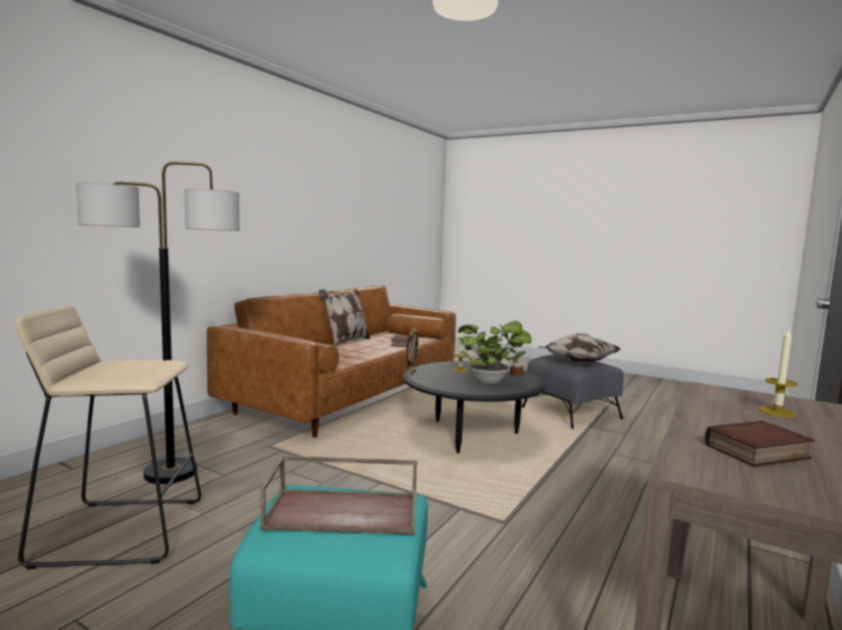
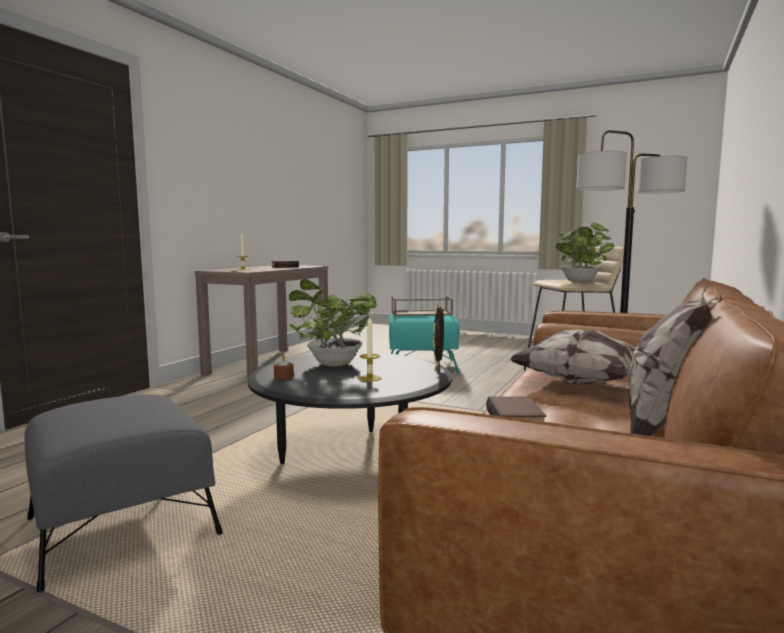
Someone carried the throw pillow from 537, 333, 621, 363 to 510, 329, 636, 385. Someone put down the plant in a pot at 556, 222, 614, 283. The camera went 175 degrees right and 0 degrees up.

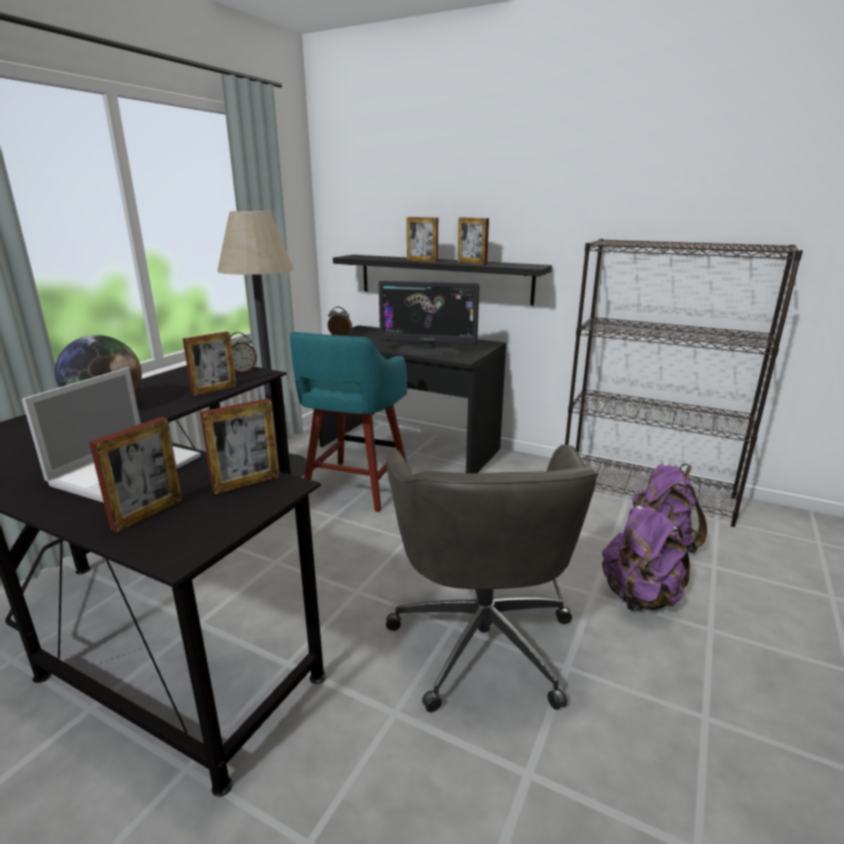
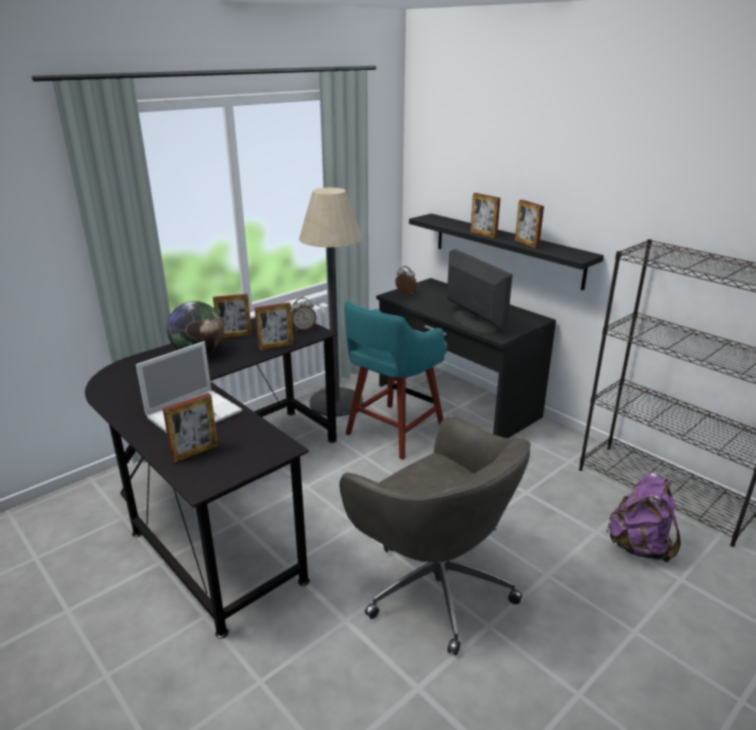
Someone carried the photo frame from 200, 398, 280, 495 to 213, 294, 252, 338. Someone rotated the computer screen at 378, 281, 480, 356 by 150 degrees counterclockwise. Someone rotated the greyish office chair at 386, 444, 598, 712 by 60 degrees counterclockwise. Someone took away the purplish backpack at 602, 503, 690, 611. The camera went 20 degrees right and 5 degrees up.

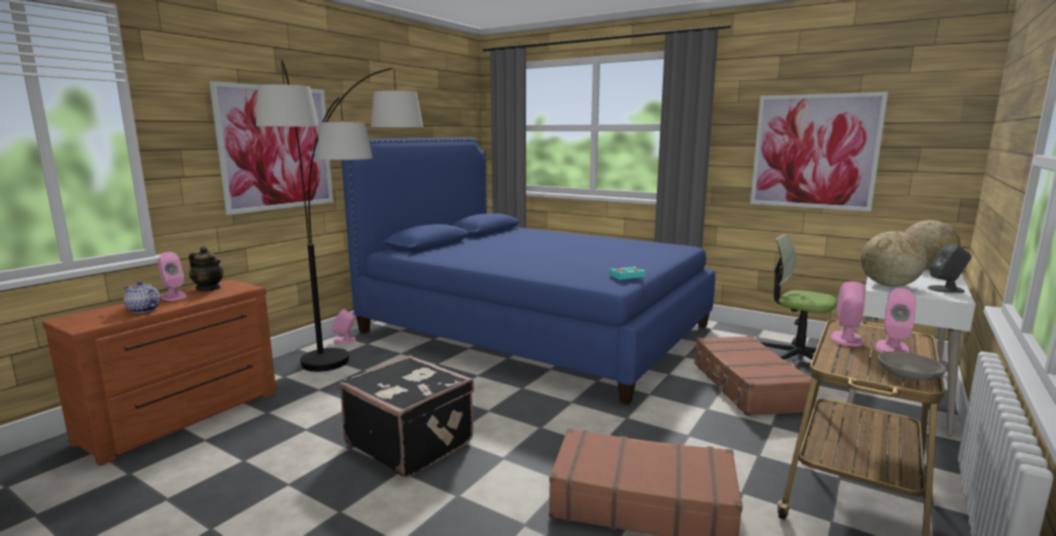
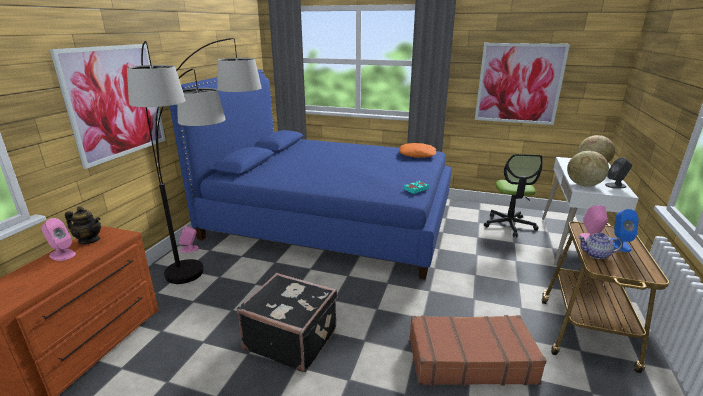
Someone carried the pot for tea from 123, 281, 160, 313 to 578, 232, 623, 259. Someone took away the brownish travel case at 694, 335, 812, 416. Someone rotated the office chair at 761, 234, 838, 360 by 105 degrees counterclockwise. Someone repainted the pinkish speaker at 876, 288, 916, 353, which became the blue speaker at 611, 209, 639, 252. Someone took away the greyish deep dish at 878, 351, 946, 380. Someone put down the orange throw pillow at 399, 143, 436, 158. The camera went 15 degrees left and 10 degrees up.

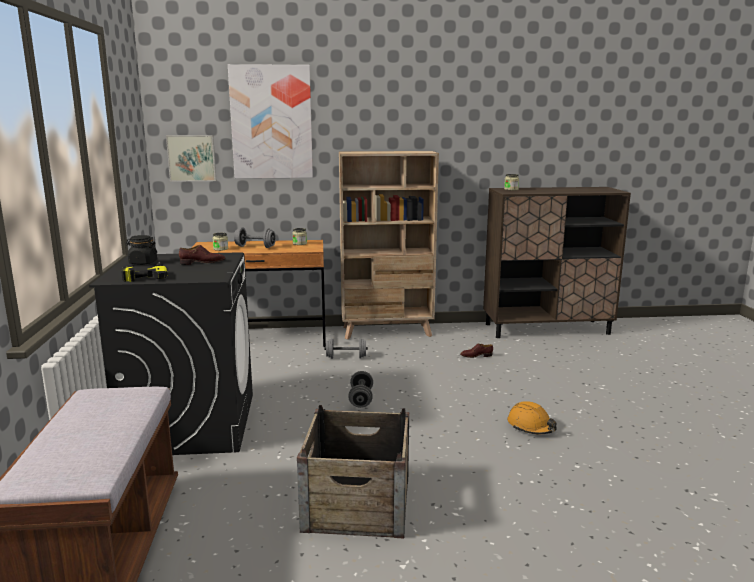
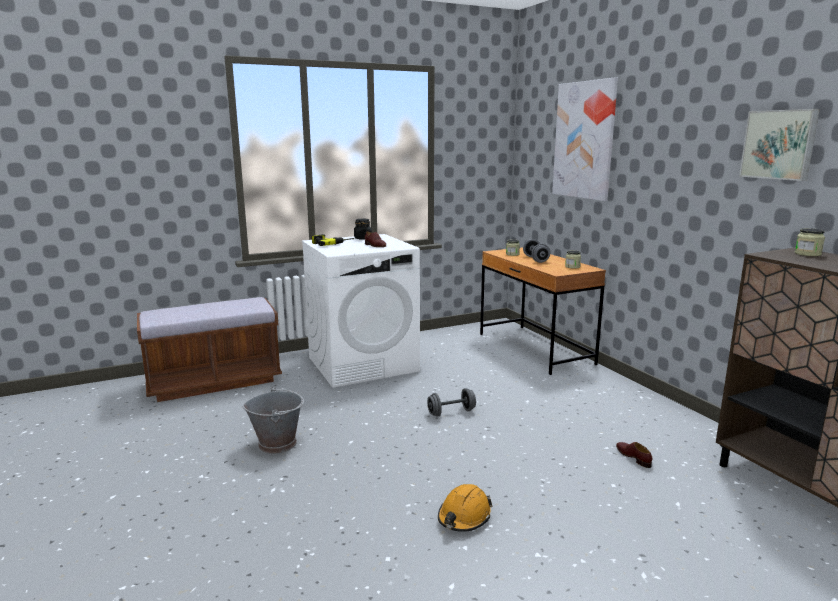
Someone repainted the black-coloured laundry appliance at 89, 252, 253, 455, which became the white-coloured laundry appliance at 302, 234, 420, 388. Someone carried the picture from 166, 135, 217, 182 to 739, 109, 820, 181. Someone swapped the shipping crate at 297, 405, 409, 538 for the greyish water bucket at 242, 386, 304, 454. Someone took away the greyish free weight at 324, 338, 368, 359. Someone took away the sand-coloured shelving unit at 339, 151, 439, 339. The camera went 70 degrees right and 0 degrees up.

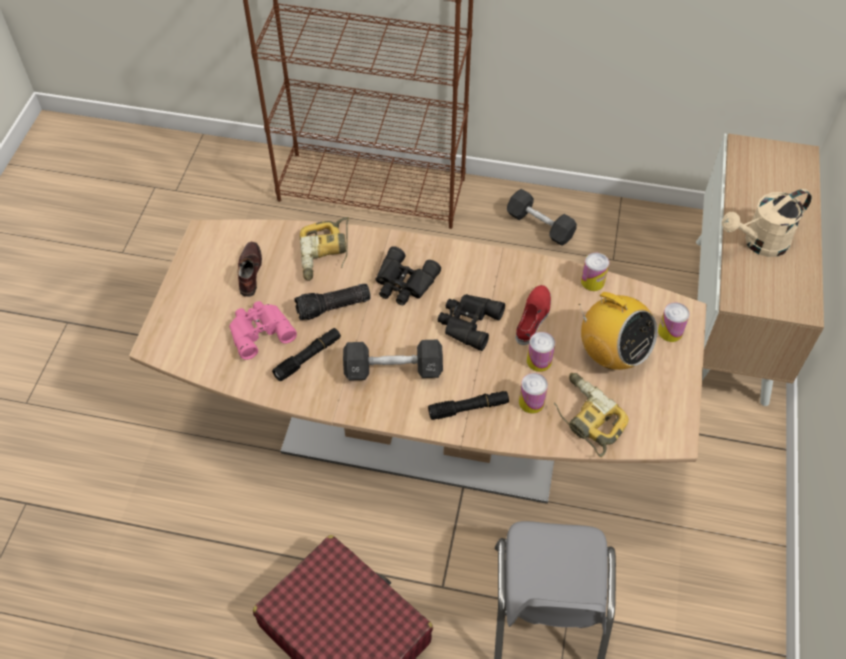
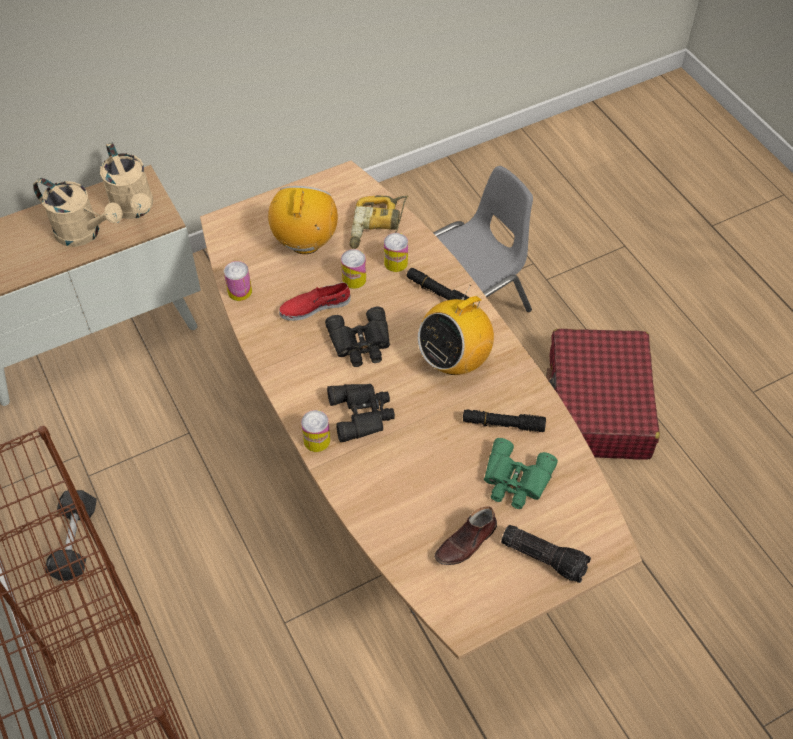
Someone repainted the pinkish pair of binoculars at 229, 301, 297, 360, which became the green pair of binoculars at 484, 438, 558, 509. Someone carried the hand torch from 294, 284, 371, 320 to 501, 525, 591, 583. Someone took away the power drill at 299, 217, 349, 281. Someone swapped the black-coloured free weight at 343, 339, 443, 381 for the radio receiver at 418, 285, 494, 375. Someone carried the sealed can from 658, 303, 690, 342 to 301, 410, 330, 452. Someone put down the sand-coloured watering can at 100, 143, 153, 219. The camera went 130 degrees left and 0 degrees up.

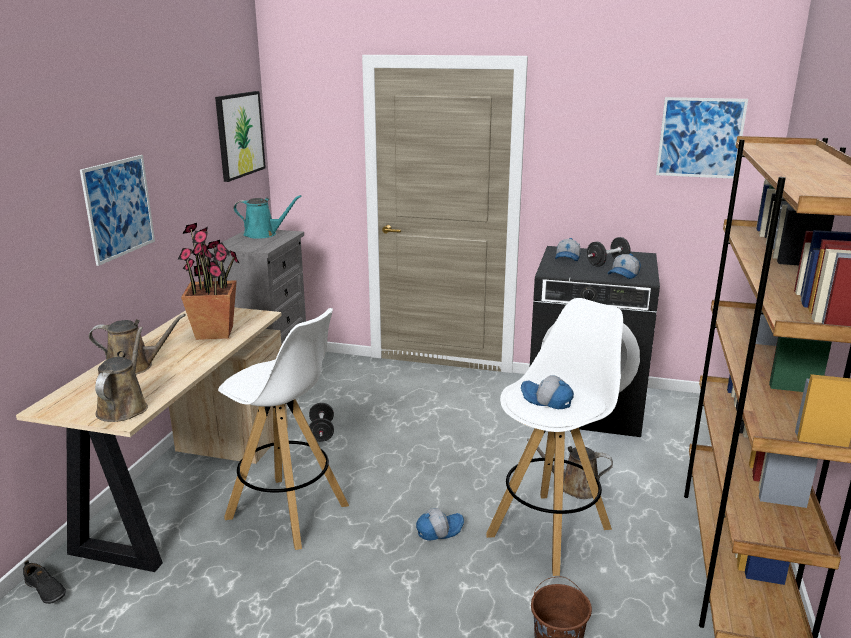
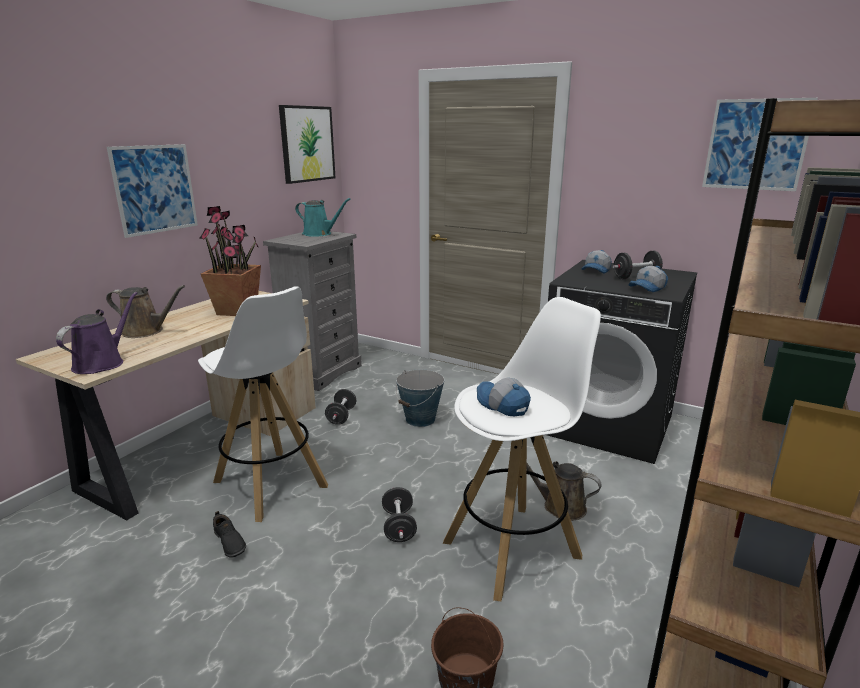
Someone carried the black-coloured low shoe from 23, 560, 66, 604 to 213, 511, 246, 558. Someone repainted the brownish watering can at 95, 327, 148, 422, which became the purplish watering can at 56, 292, 137, 374. Someone swapped the baseball cap at 416, 508, 464, 541 for the black-coloured free weight at 382, 487, 417, 542. Someone put down the water bucket at 396, 370, 444, 427. The camera went 15 degrees right and 0 degrees up.

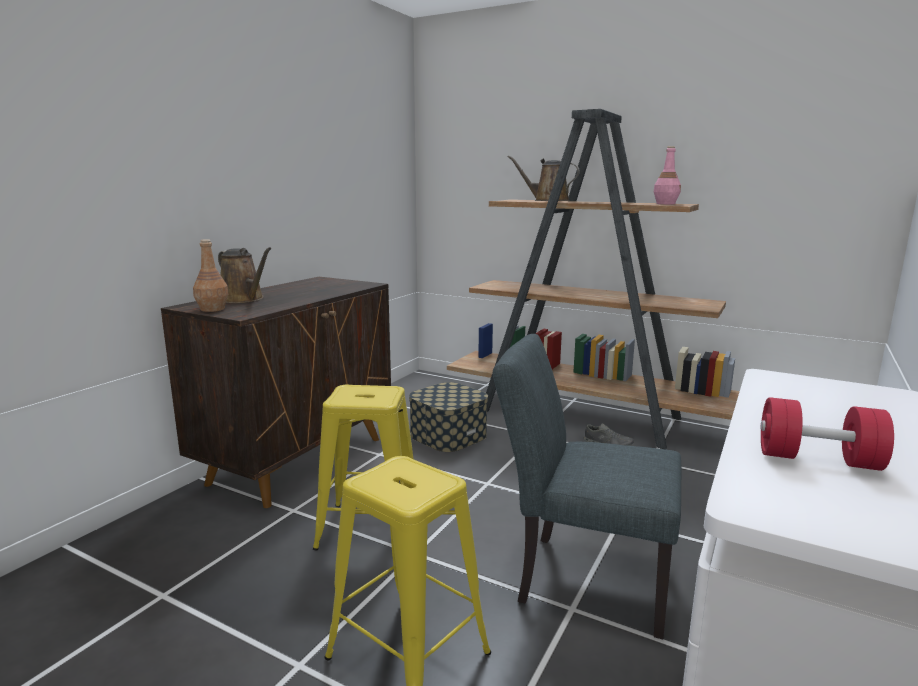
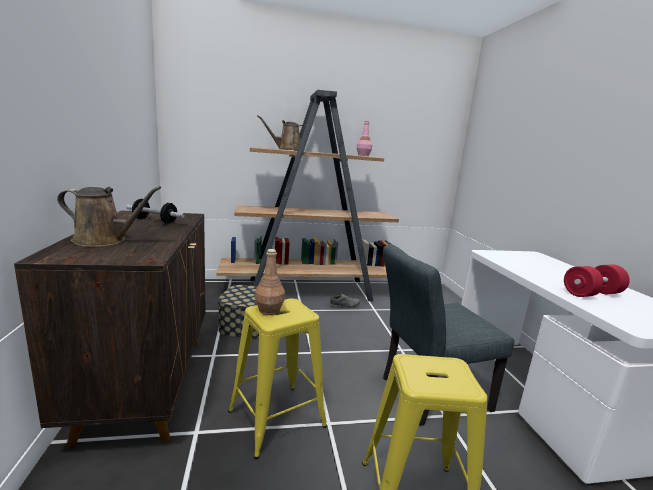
Someone carried the brownish drink bottle from 193, 239, 229, 312 to 255, 249, 285, 315. Someone put down the free weight at 126, 199, 185, 224. The camera went 40 degrees left and 0 degrees up.

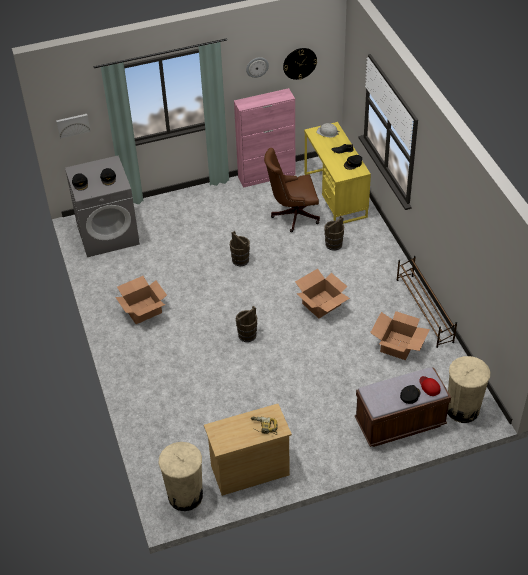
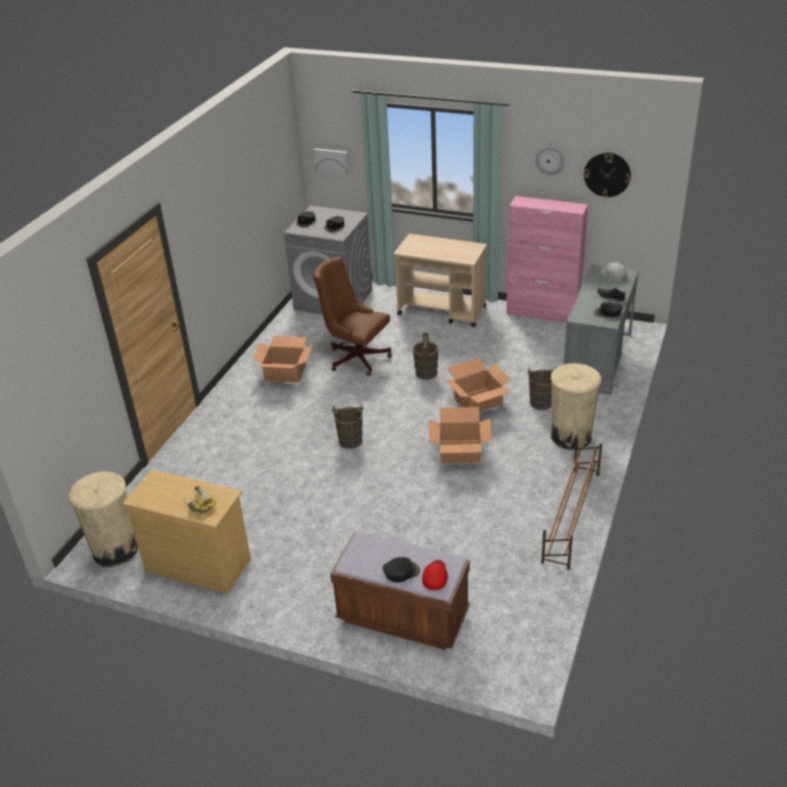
Someone carried the brownish office chair from 264, 148, 320, 232 to 313, 257, 392, 376. Someone repainted the yellowish desk unit at 304, 122, 371, 224, which became the greyish desk unit at 564, 264, 639, 395. Someone carried the packing box from 370, 311, 430, 360 to 446, 357, 511, 412. Someone carried the sand-coloured trash can from 447, 356, 490, 423 to 551, 363, 601, 450. Someone put down the sand-coloured wheeled cart at 394, 234, 487, 327. The camera went 40 degrees right and 10 degrees down.

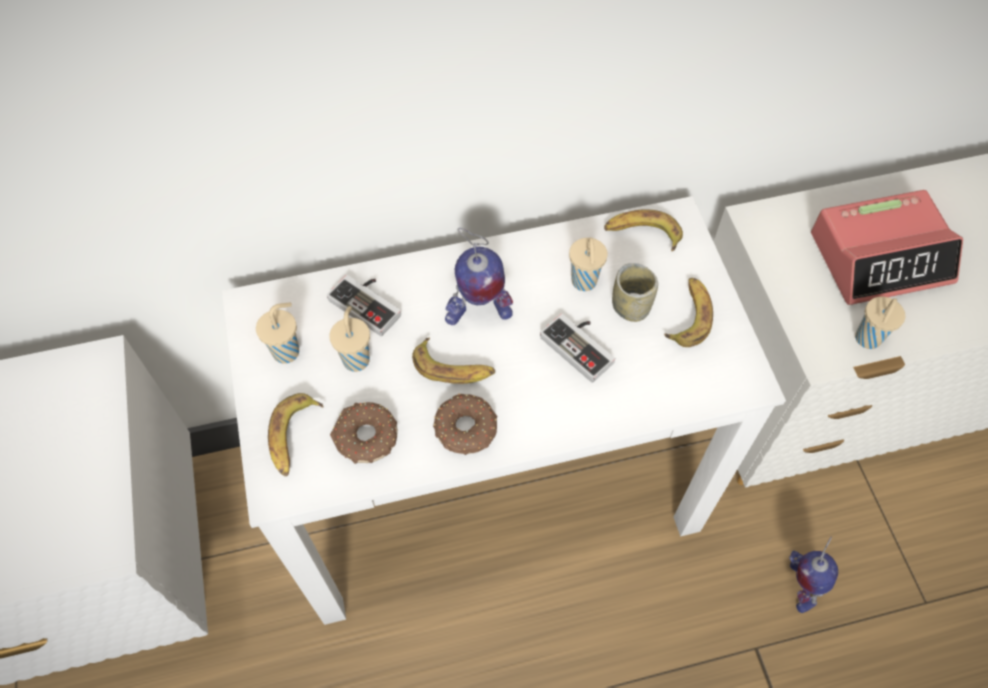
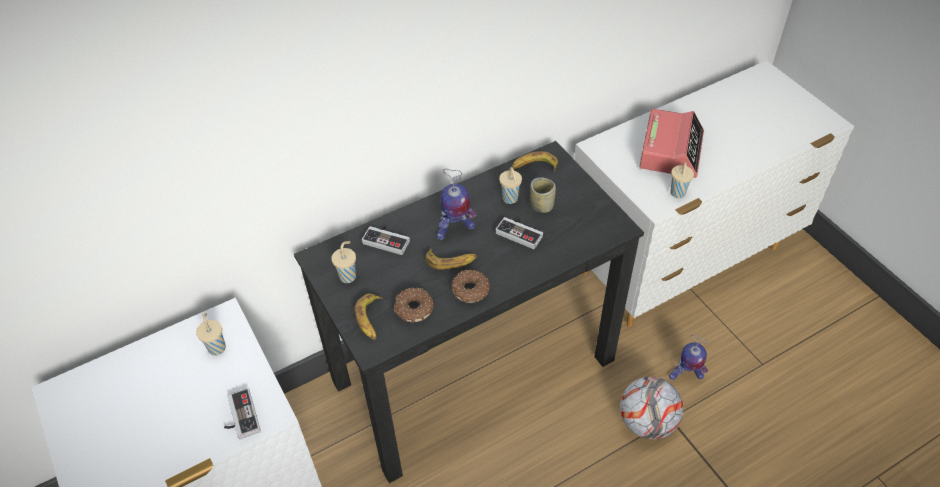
Someone repainted the white-coloured desk unit at 222, 196, 786, 625, which became the black-coloured desk unit at 294, 141, 644, 483. Someone carried the sand-coloured cup from 329, 306, 370, 372 to 196, 313, 226, 355. Someone took away the banana at 664, 278, 713, 347. Someone rotated the robot figure at 789, 536, 838, 613 by 75 degrees counterclockwise. Someone rotated the bedside clock at 811, 190, 963, 305 by 45 degrees counterclockwise. Someone put down the game controller at 224, 388, 261, 439. Someone put down the football at 620, 377, 683, 440. The camera went 15 degrees left and 10 degrees down.

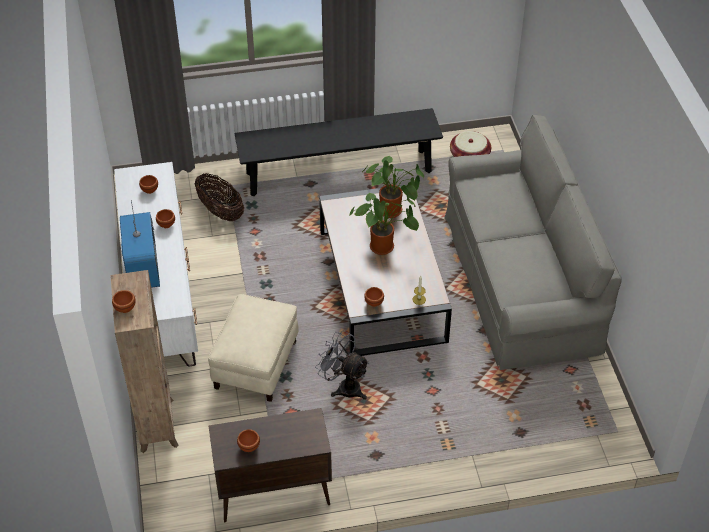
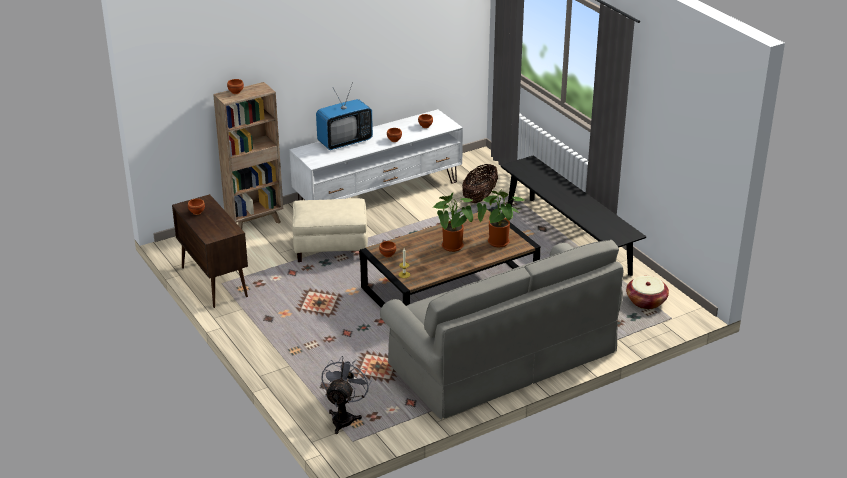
Someone carried the greyish electric fan from 315, 331, 369, 400 to 321, 356, 371, 434. The camera went 70 degrees right and 15 degrees down.

